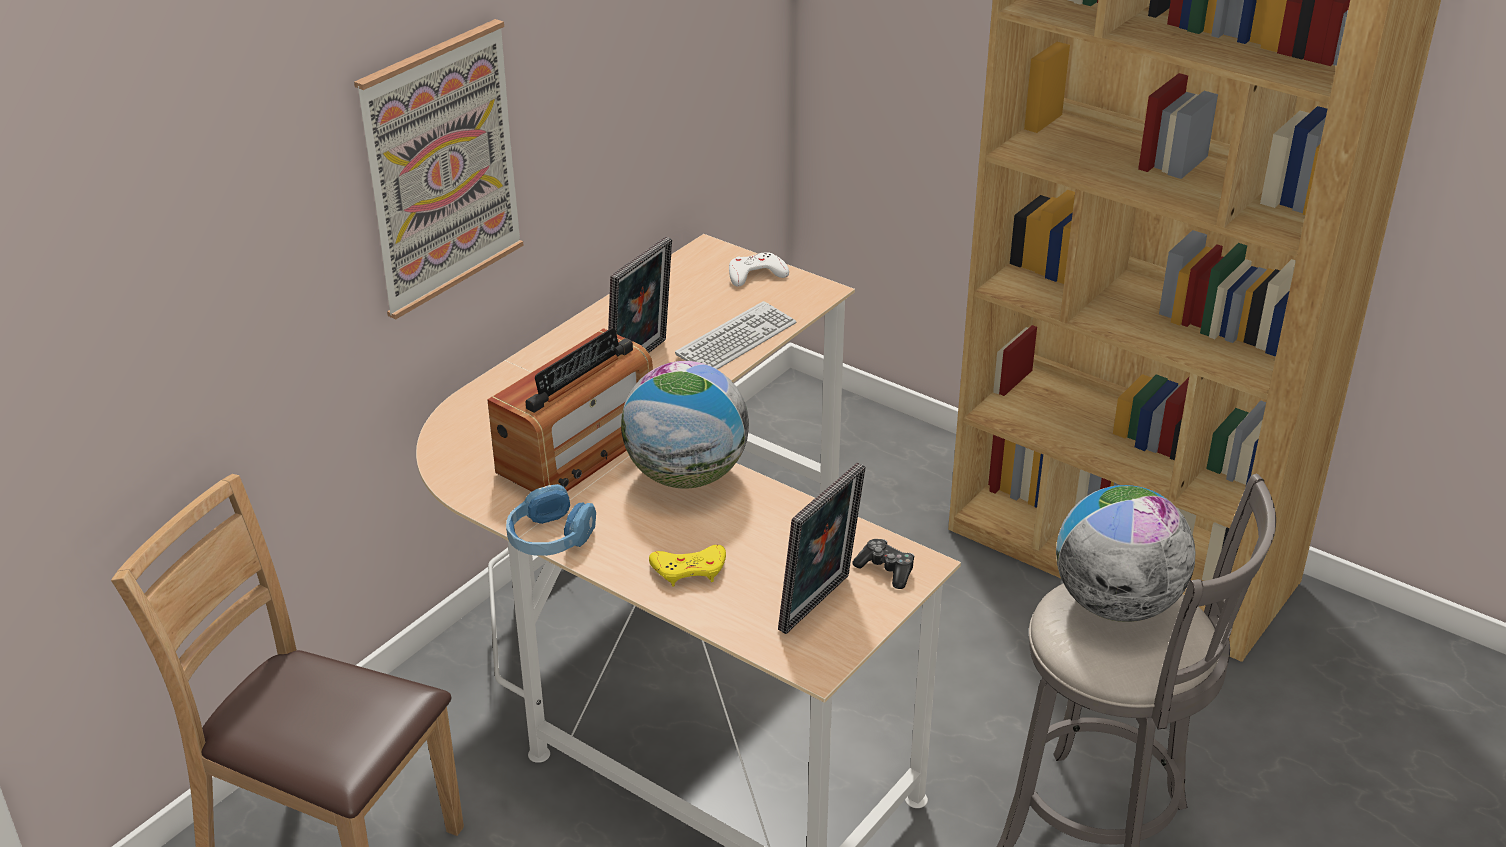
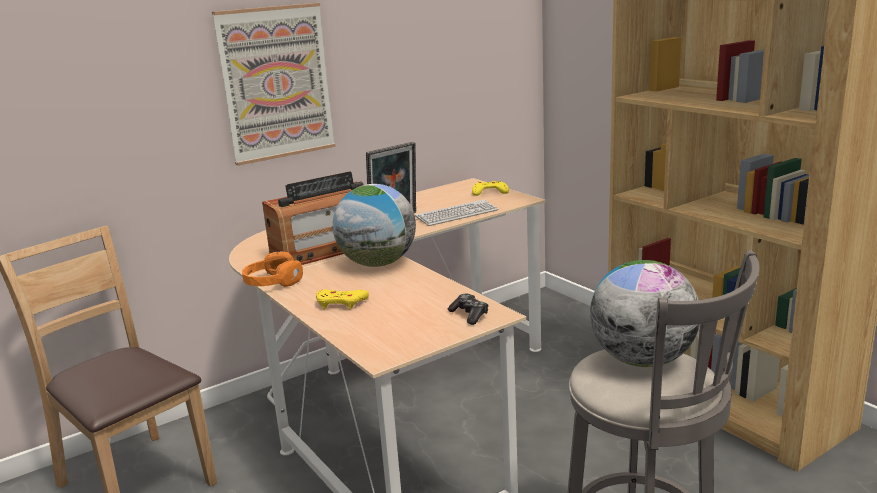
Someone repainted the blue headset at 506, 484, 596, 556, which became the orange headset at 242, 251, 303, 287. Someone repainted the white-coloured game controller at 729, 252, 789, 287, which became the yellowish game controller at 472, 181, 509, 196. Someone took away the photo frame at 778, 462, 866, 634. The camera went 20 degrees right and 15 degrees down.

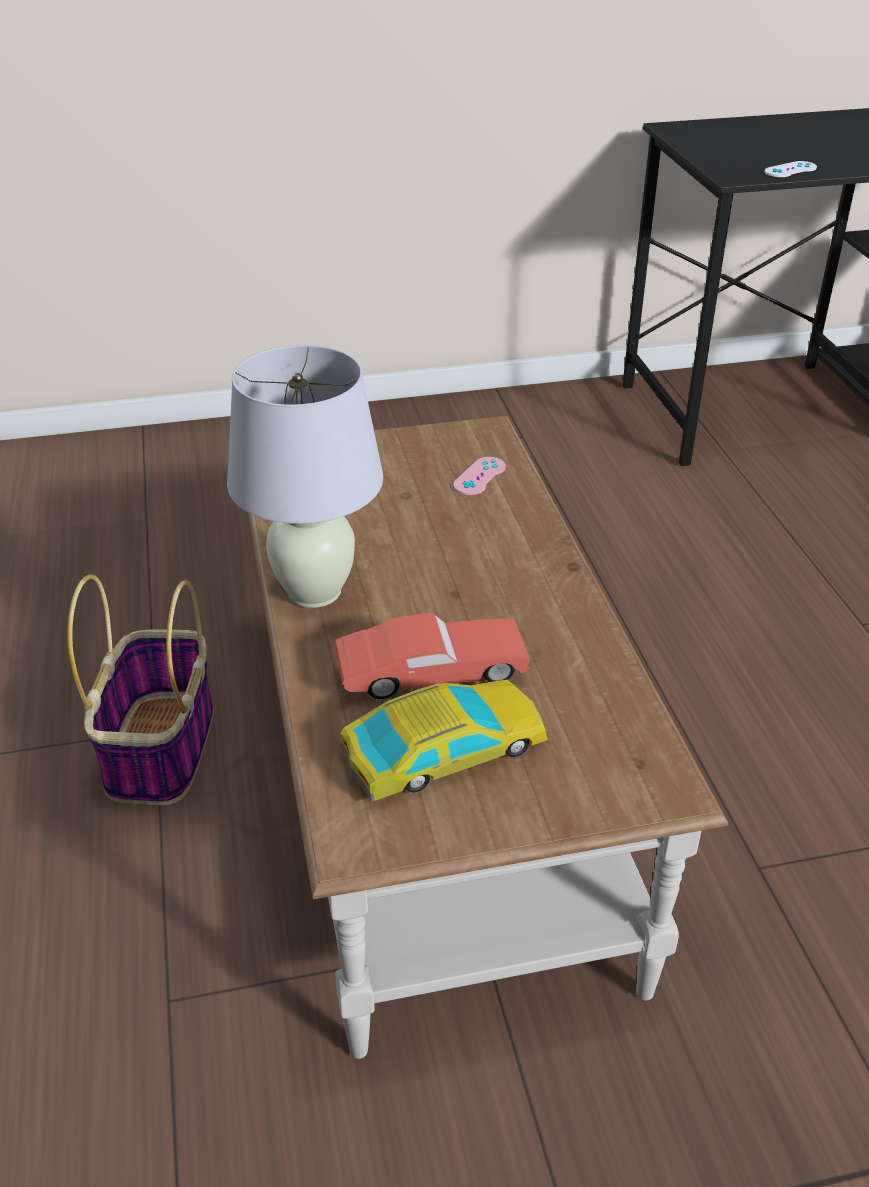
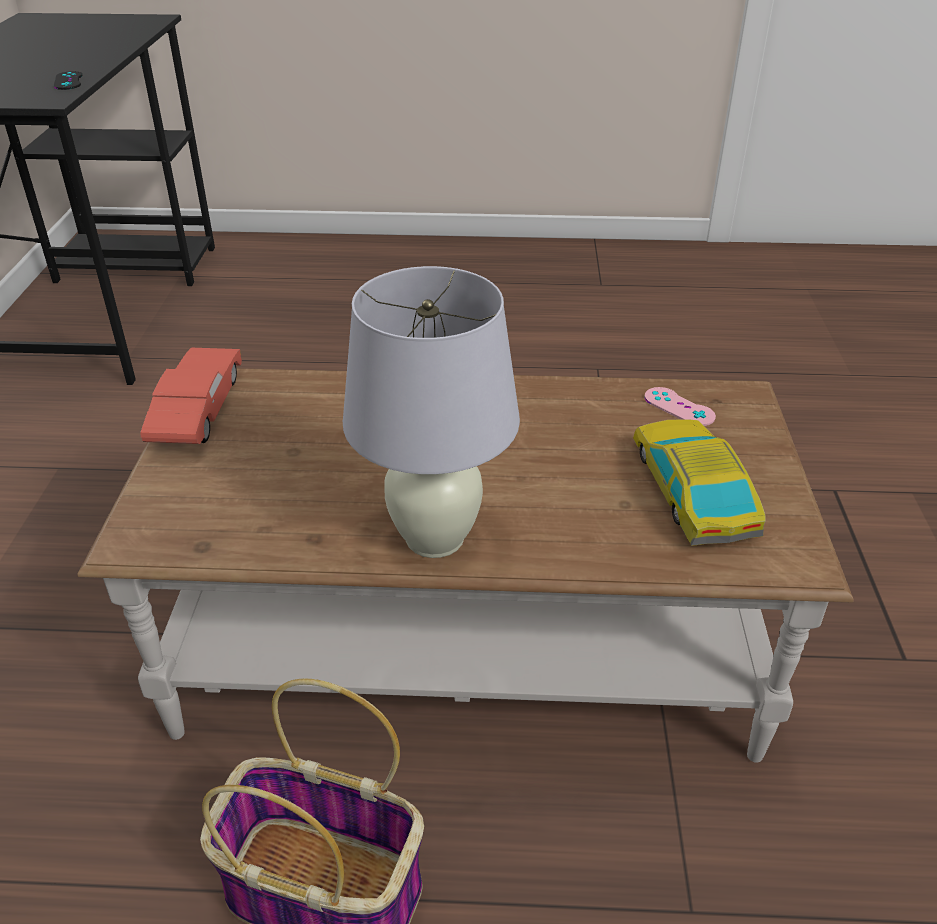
Someone carried the red model car from 334, 613, 530, 699 to 140, 348, 242, 444. Someone carried the pinkish game controller from 453, 457, 506, 495 to 645, 387, 716, 426. Someone repainted the white-coloured game controller at 765, 161, 817, 177, which became the black-coloured game controller at 54, 71, 83, 90. The camera went 75 degrees left and 0 degrees up.

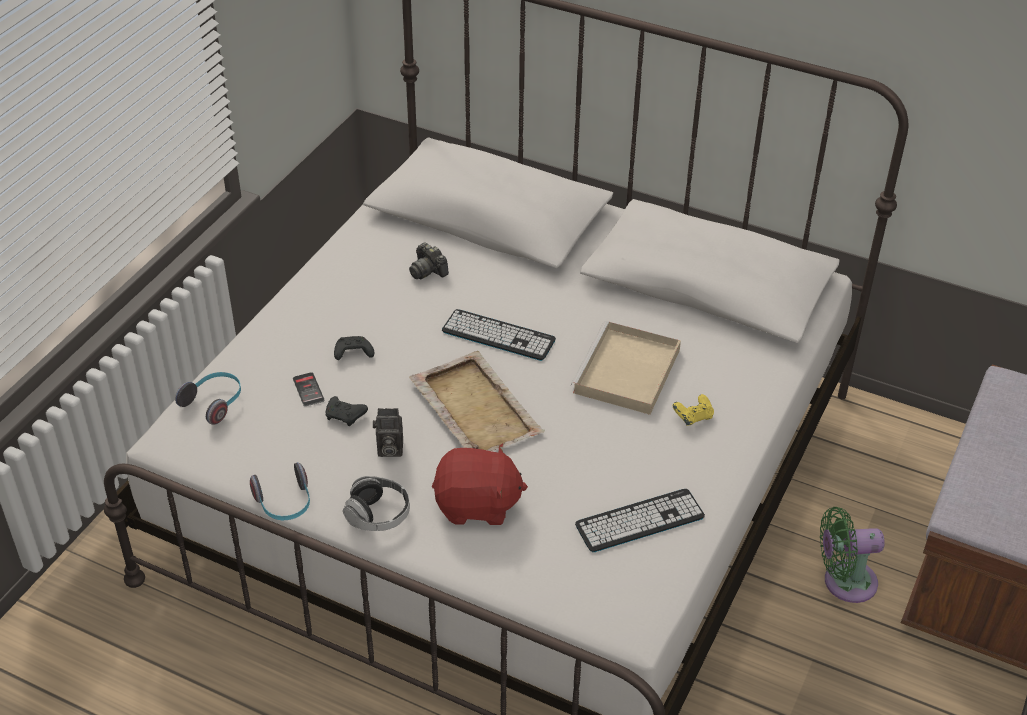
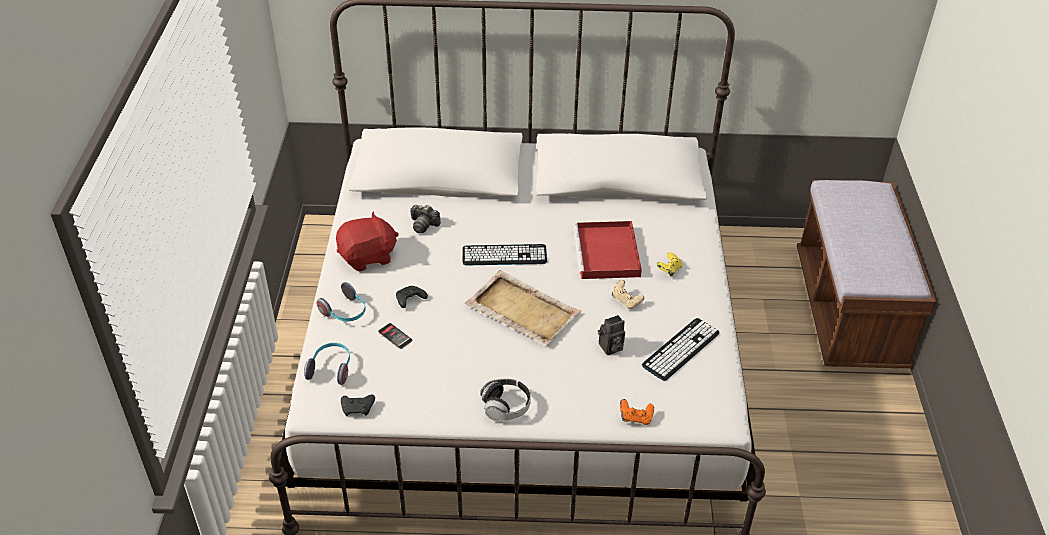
Someone carried the headset from 250, 462, 310, 520 to 316, 282, 366, 322. Someone carried the black-coloured game controller from 325, 396, 368, 426 to 341, 395, 375, 416. Someone carried the still camera from 373, 408, 403, 457 to 598, 315, 625, 355. Someone carried the red soft toy from 432, 443, 528, 525 to 336, 212, 399, 271. Someone repainted the sand-coloured serving tray at 571, 321, 681, 415, which became the red serving tray at 573, 221, 642, 279. Someone took away the green electric fan at 820, 507, 885, 603. Someone put down the sand-coloured game controller at 612, 280, 645, 309. Someone put down the orange game controller at 620, 399, 654, 425. The camera went 25 degrees left and 0 degrees up.

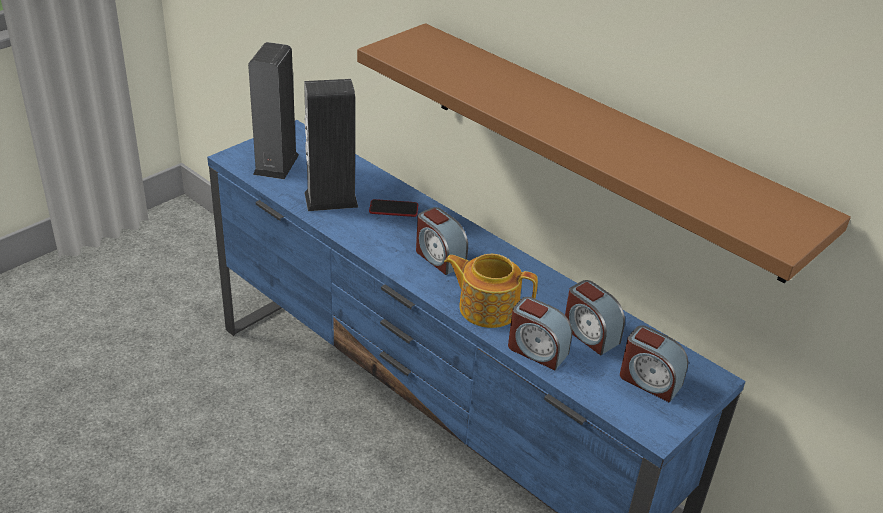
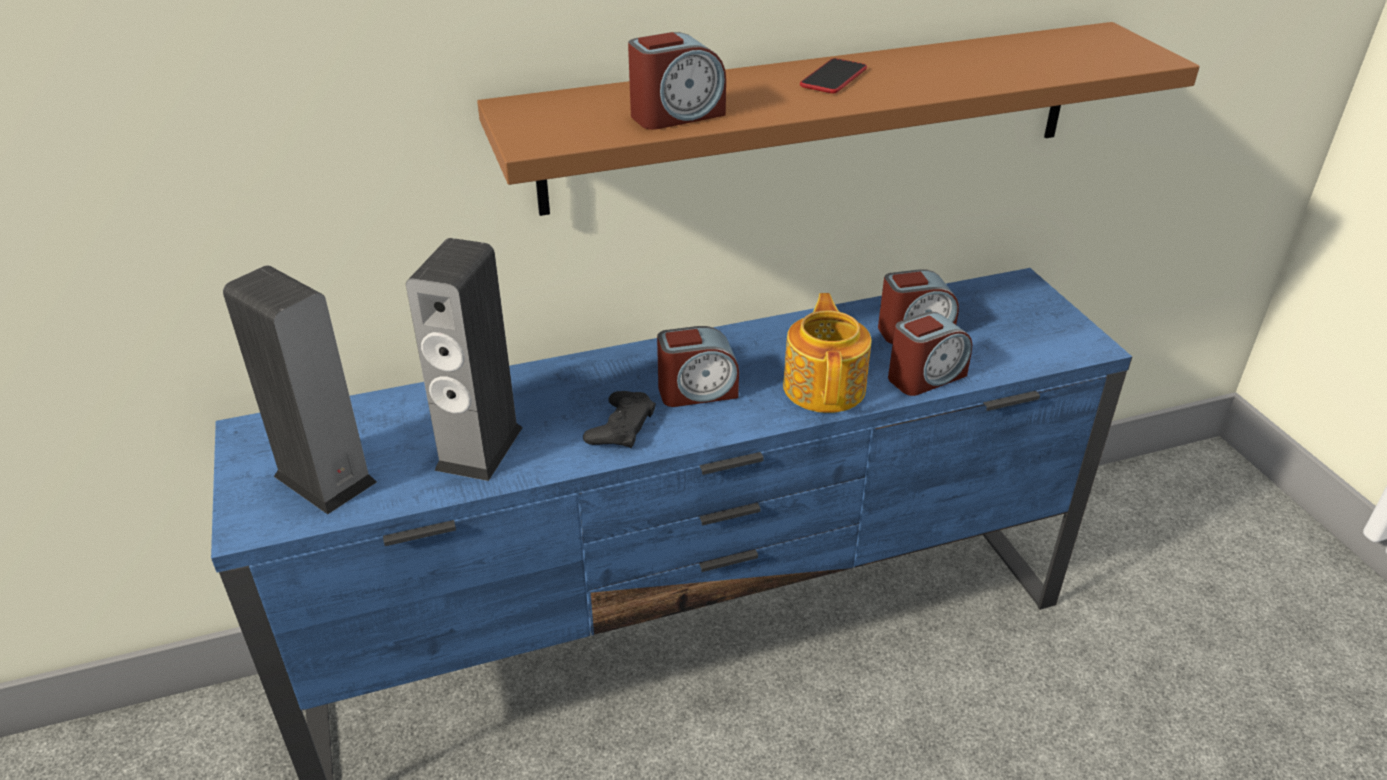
Someone carried the handset from 369, 199, 418, 217 to 800, 58, 867, 93. Someone rotated the pot for tea at 444, 254, 538, 328 by 135 degrees clockwise. Someone carried the bedside clock from 620, 325, 688, 403 to 628, 32, 726, 130. Someone put down the black-coloured game controller at 583, 391, 656, 448. The camera went 60 degrees left and 0 degrees up.

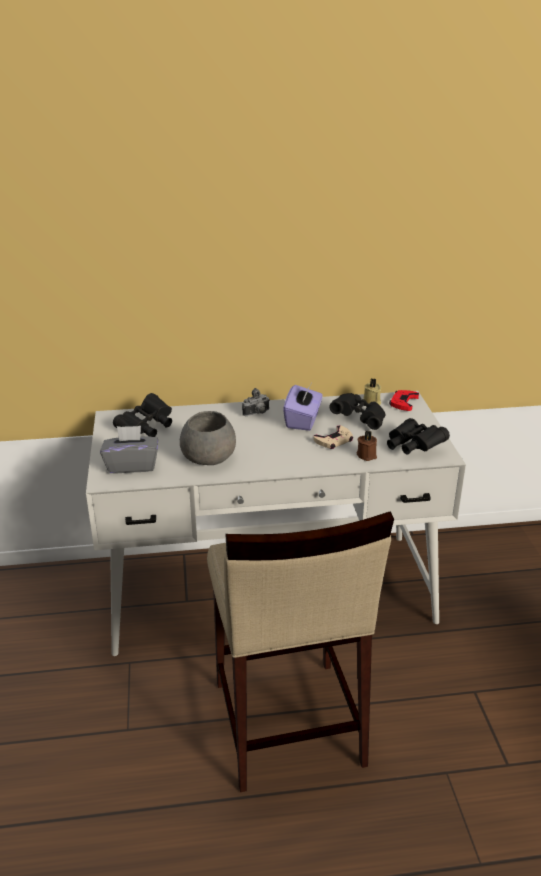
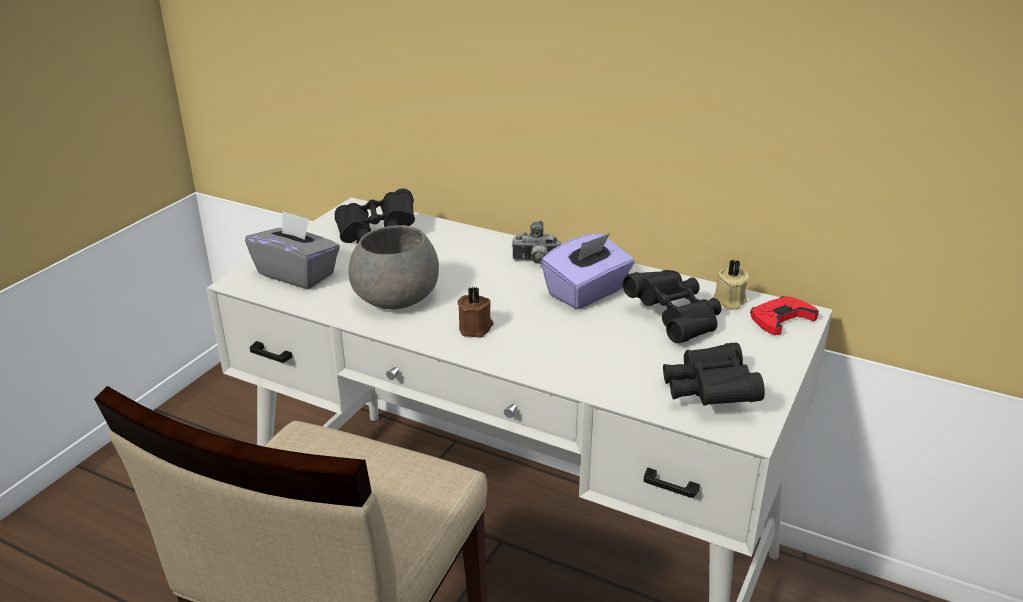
Someone took away the sand-coloured game controller at 313, 425, 353, 449. Someone carried the brownish wax light from 357, 431, 377, 461 to 457, 287, 494, 338. The camera went 35 degrees right and 0 degrees up.

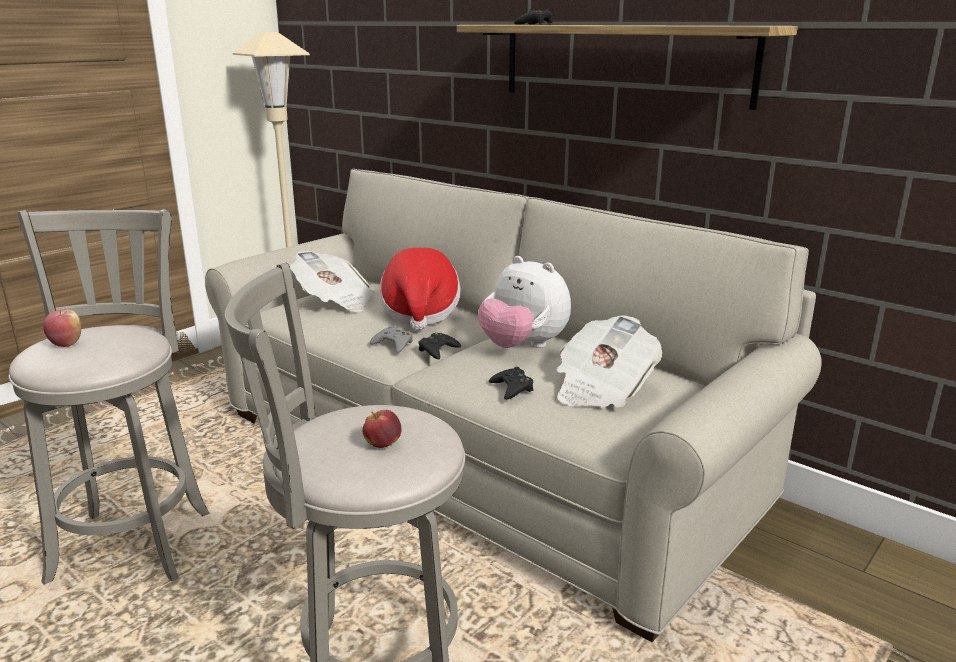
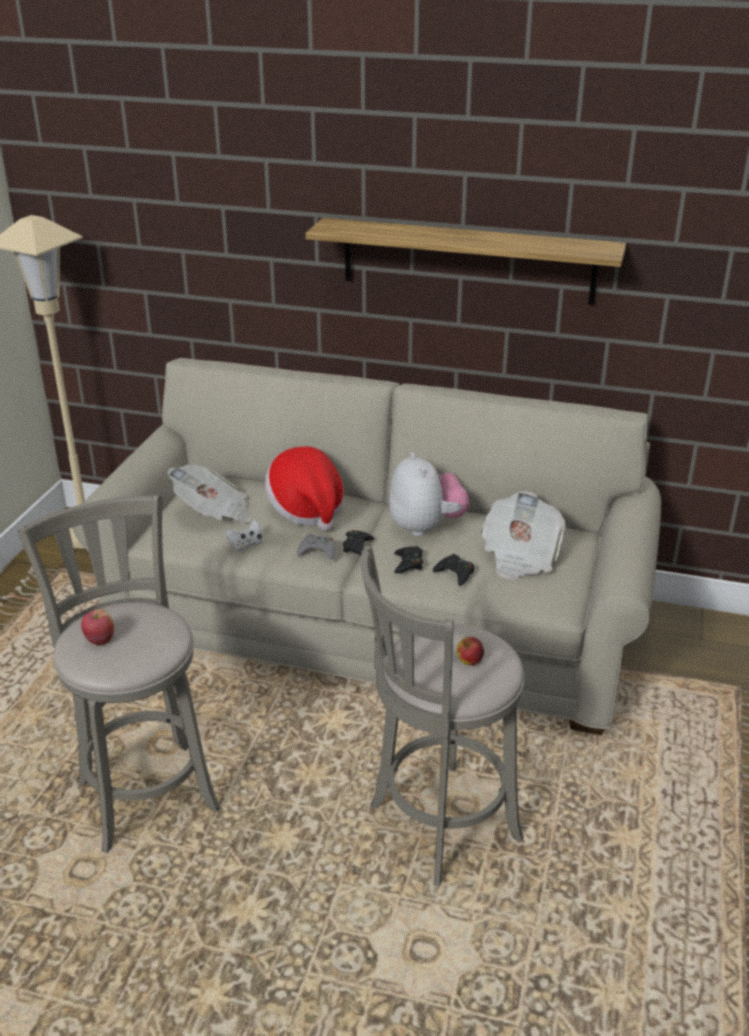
Someone rotated the soft toy at 478, 256, 571, 348 by 120 degrees counterclockwise. Someone carried the black-coloured game controller from 514, 9, 553, 24 to 394, 546, 423, 573. Someone put down the white-coloured game controller at 225, 519, 263, 551. The camera went 25 degrees left and 10 degrees up.

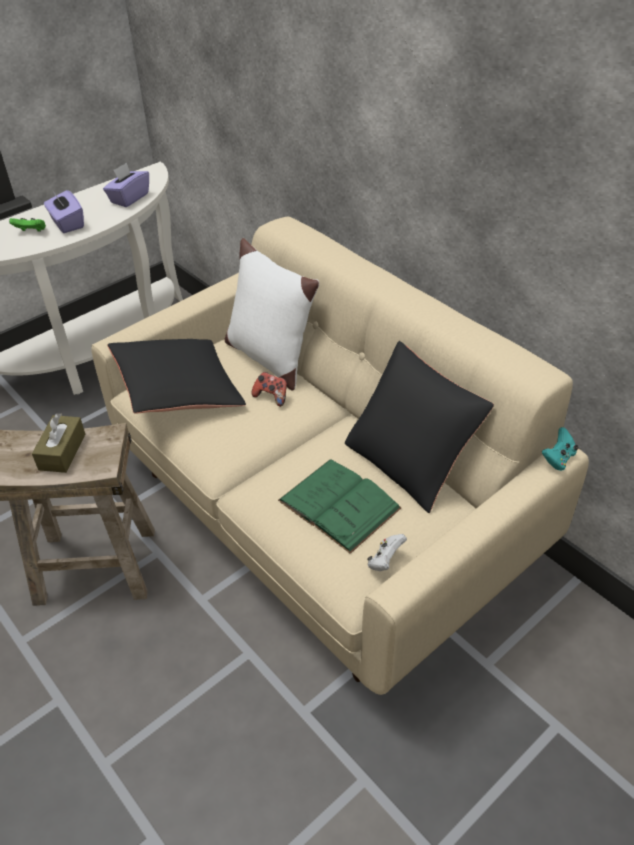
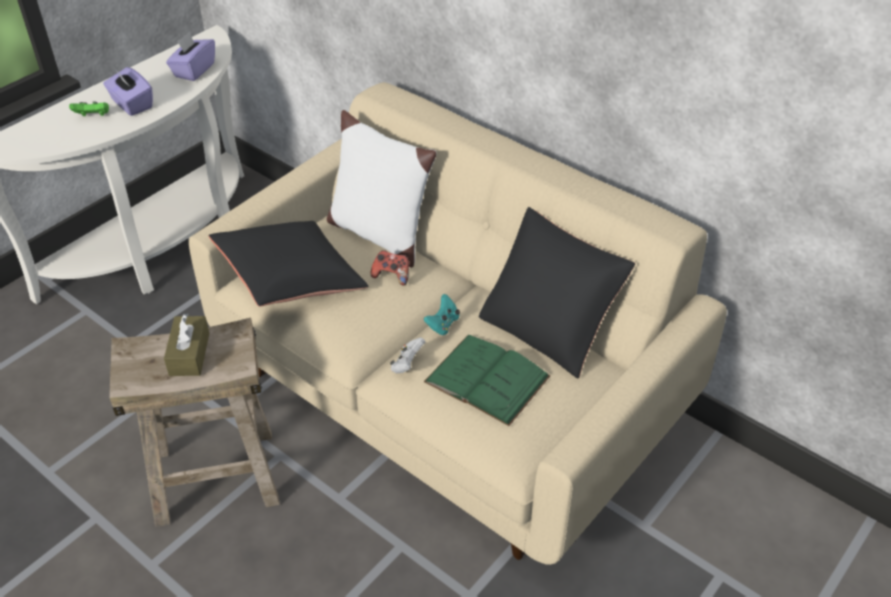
Someone carried the white-coloured game controller from 367, 534, 407, 571 to 390, 337, 425, 373. Someone carried the turquoise-coloured game controller from 542, 427, 578, 471 to 424, 294, 460, 335. The camera went 10 degrees left and 0 degrees up.

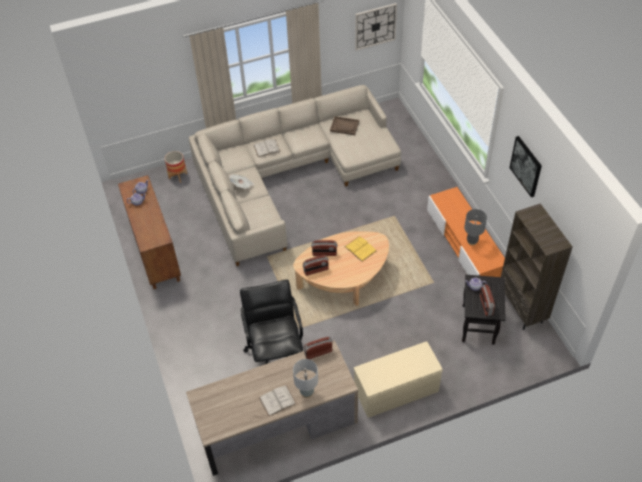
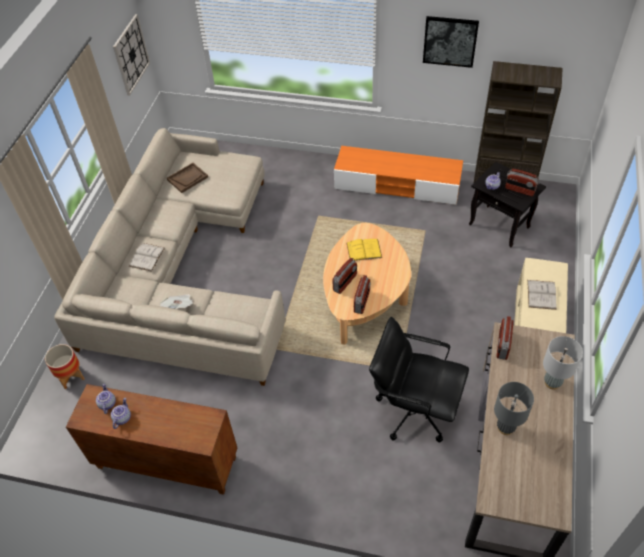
Someone carried the white-coloured book from 259, 385, 296, 417 to 527, 280, 557, 310. Someone carried the greyish table lamp from 464, 209, 487, 245 to 494, 382, 534, 435. The camera went 55 degrees left and 0 degrees up.

